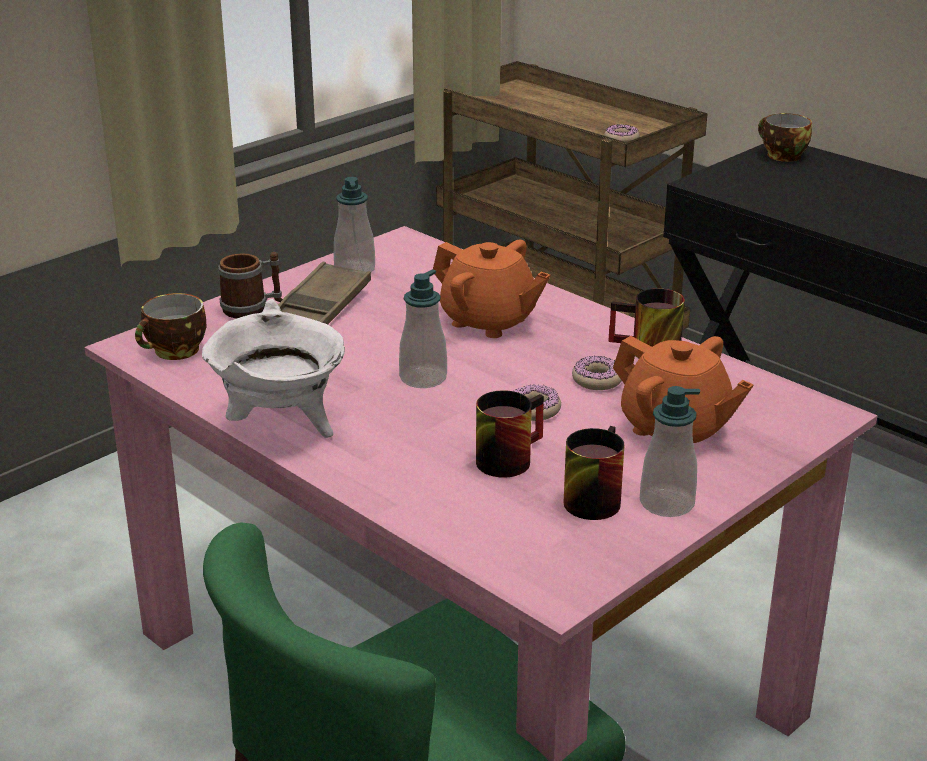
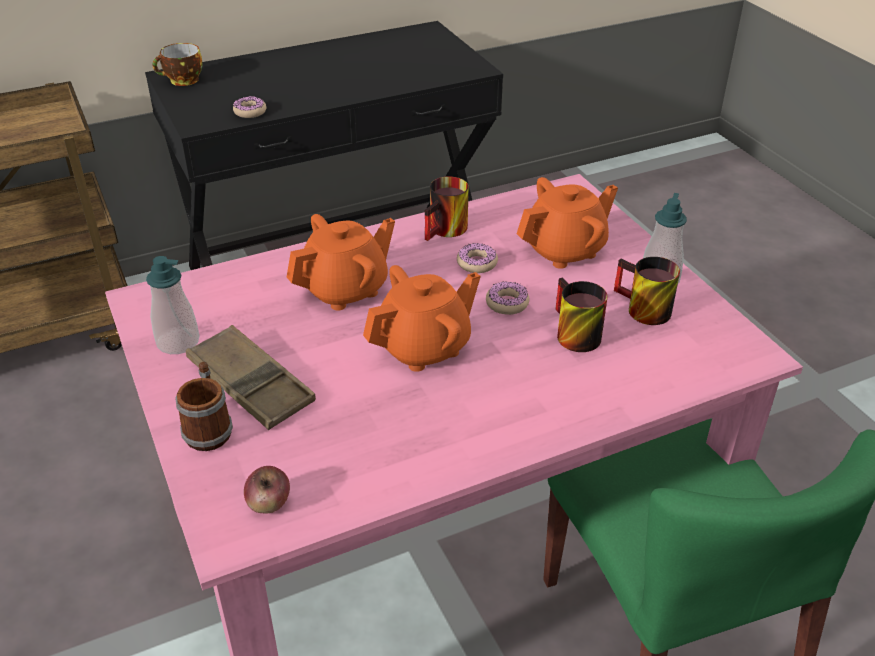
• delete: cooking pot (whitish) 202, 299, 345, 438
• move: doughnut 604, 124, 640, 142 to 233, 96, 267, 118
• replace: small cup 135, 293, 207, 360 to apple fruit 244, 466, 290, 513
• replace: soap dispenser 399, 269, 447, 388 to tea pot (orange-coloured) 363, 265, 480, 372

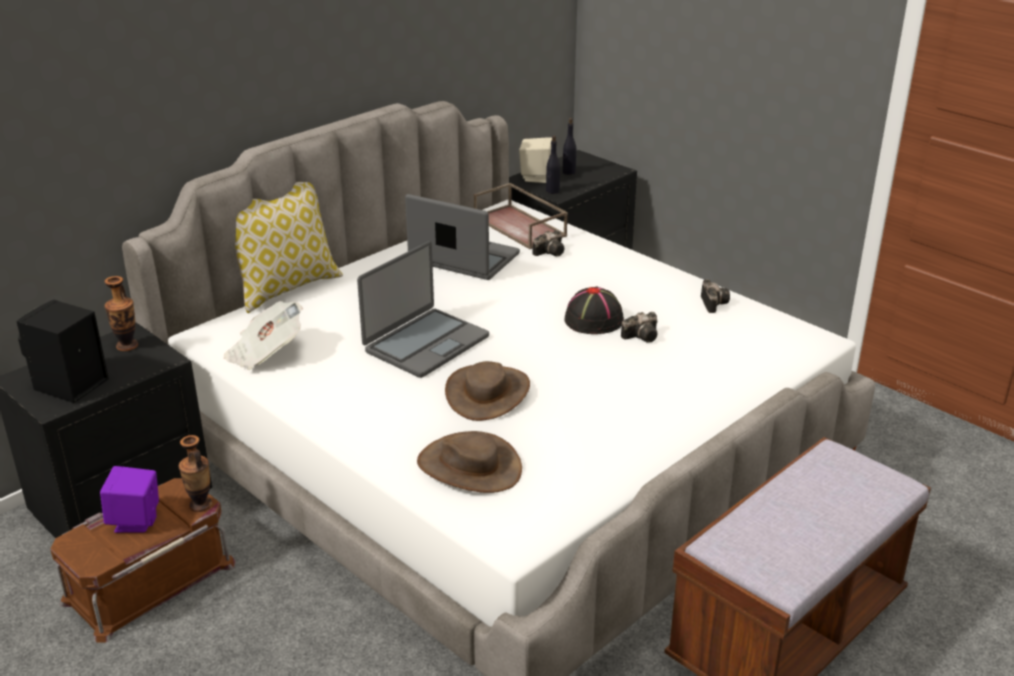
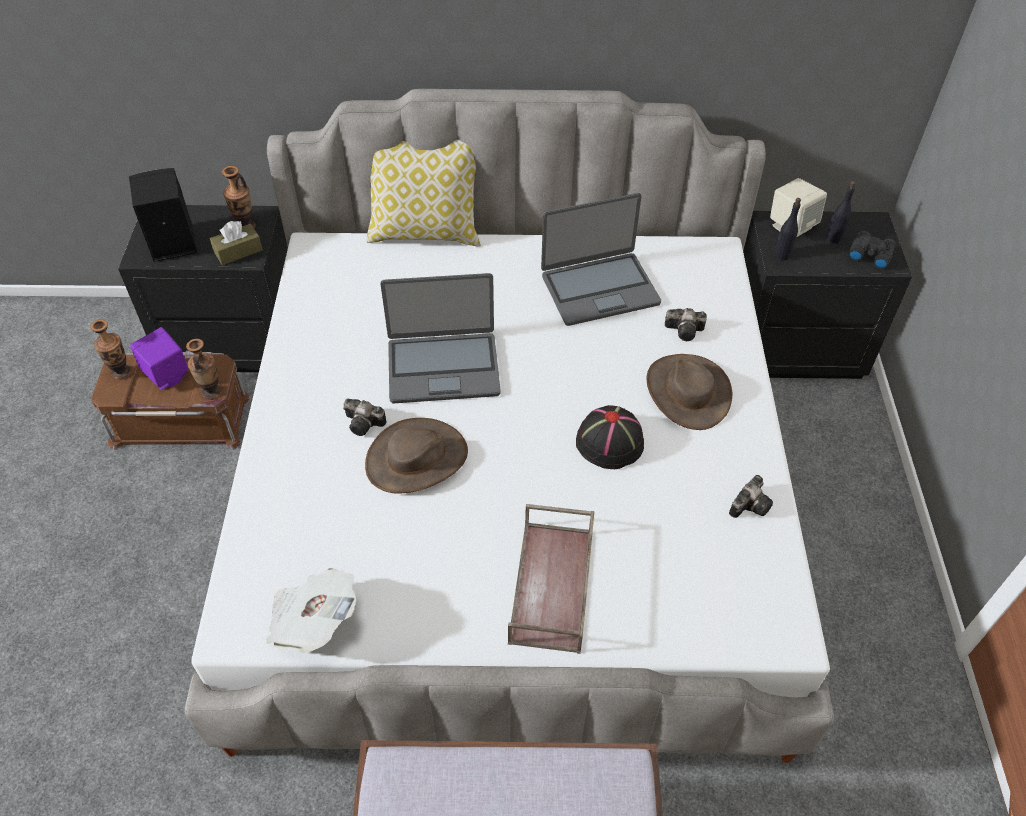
• insert: vase 90, 319, 132, 380
• insert: tissue box (brown) 210, 221, 263, 265
• insert: binoculars (blackish) 849, 231, 896, 269
• move: newspaper 224, 301, 303, 370 to 266, 568, 356, 653
• move: wearable hat (brown) 417, 431, 522, 493 to 647, 354, 732, 430
• move: serving tray (brown) 474, 183, 568, 249 to 508, 504, 595, 654
• move: photo camera 621, 312, 658, 343 to 343, 399, 386, 436
• rotate: laptop 405, 194, 520, 280 = 541, 193, 661, 326 90 degrees clockwise

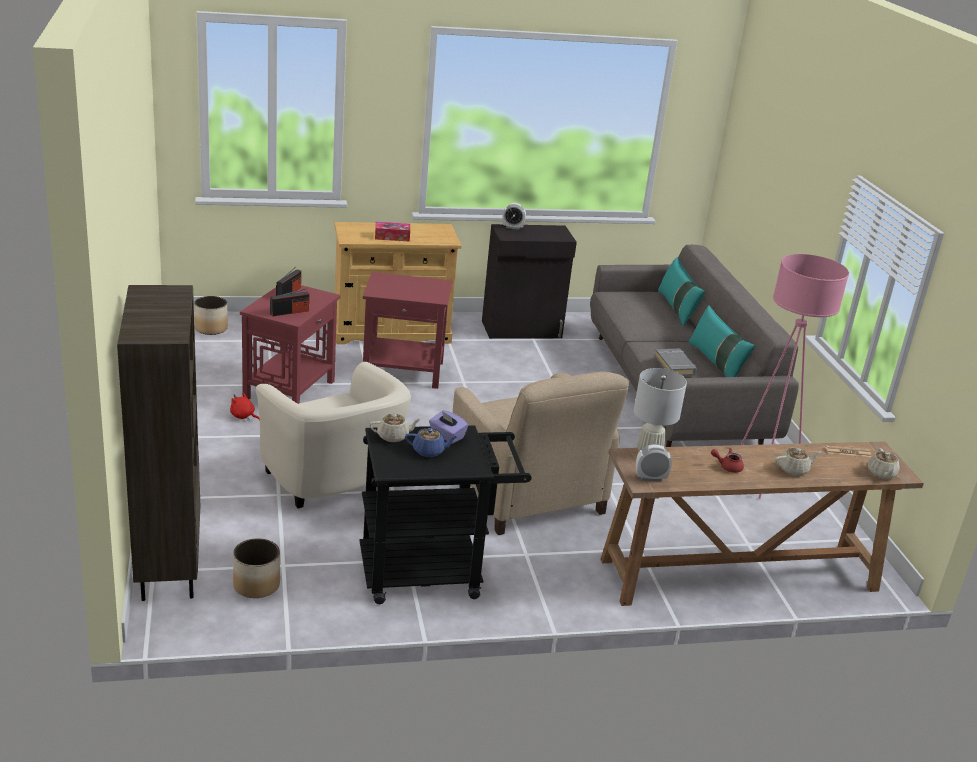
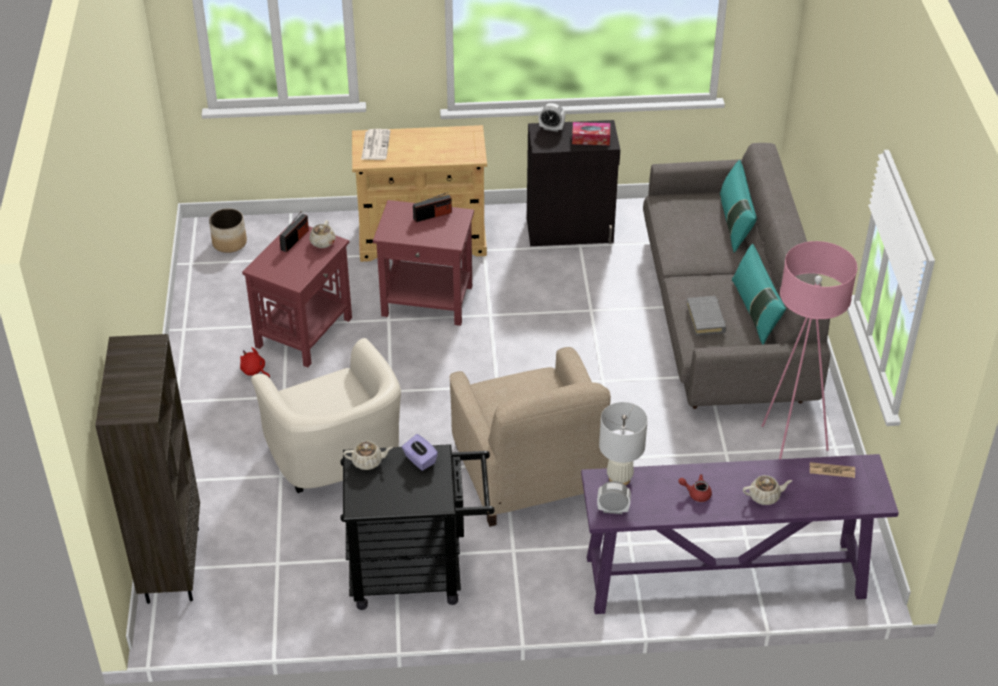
• delete: planter 233, 538, 280, 598
• delete: tea pot (blue-coloured) 405, 428, 458, 457
• insert: newspaper 361, 129, 390, 160
• move: radio set 270, 289, 309, 317 to 413, 192, 452, 222
• move: tissue box 375, 222, 410, 242 to 572, 122, 610, 145
• move: tea pot (beige) 868, 448, 900, 479 to 309, 220, 336, 248
• recolor: console table (brown) 600, 441, 924, 606 to console table (purplish) 581, 454, 899, 614

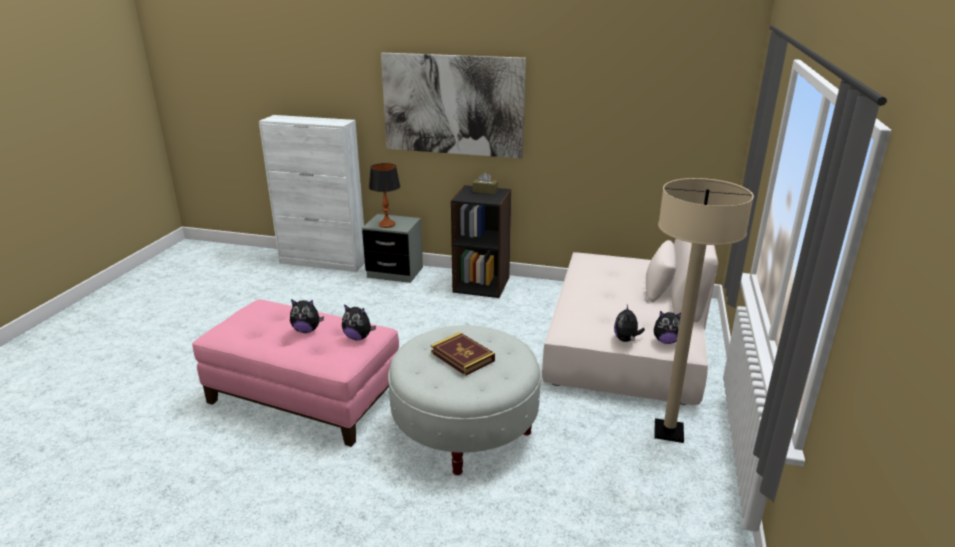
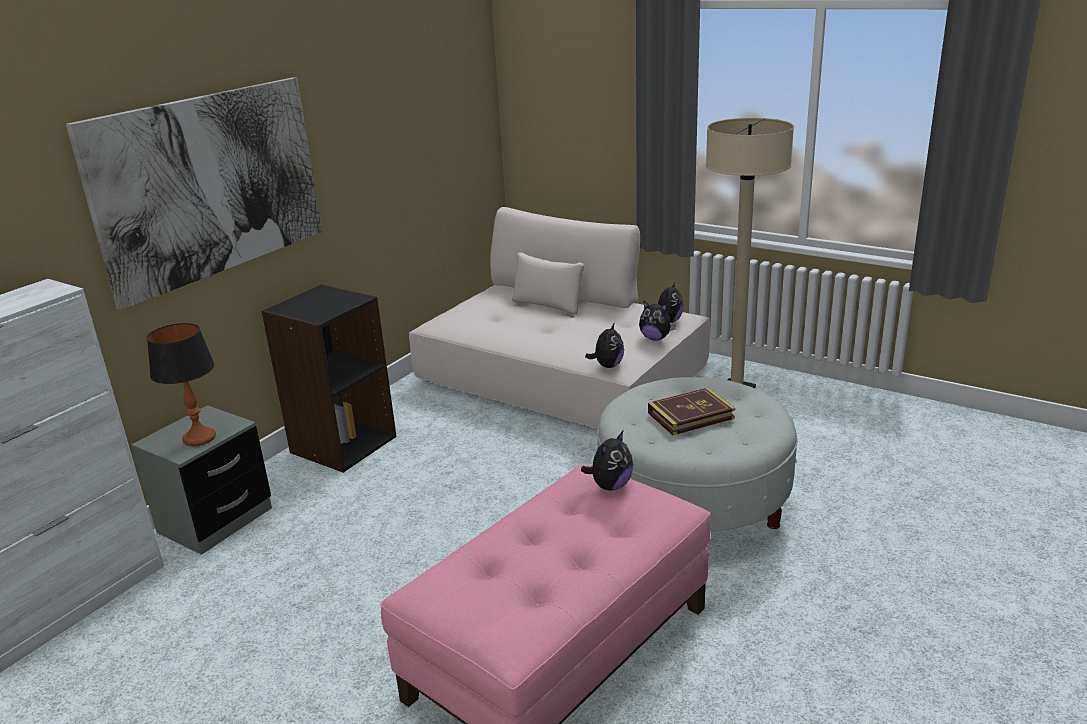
• delete: tissue box (brown) 472, 173, 498, 194
• move: cuddly toy 290, 299, 324, 333 to 585, 322, 624, 368

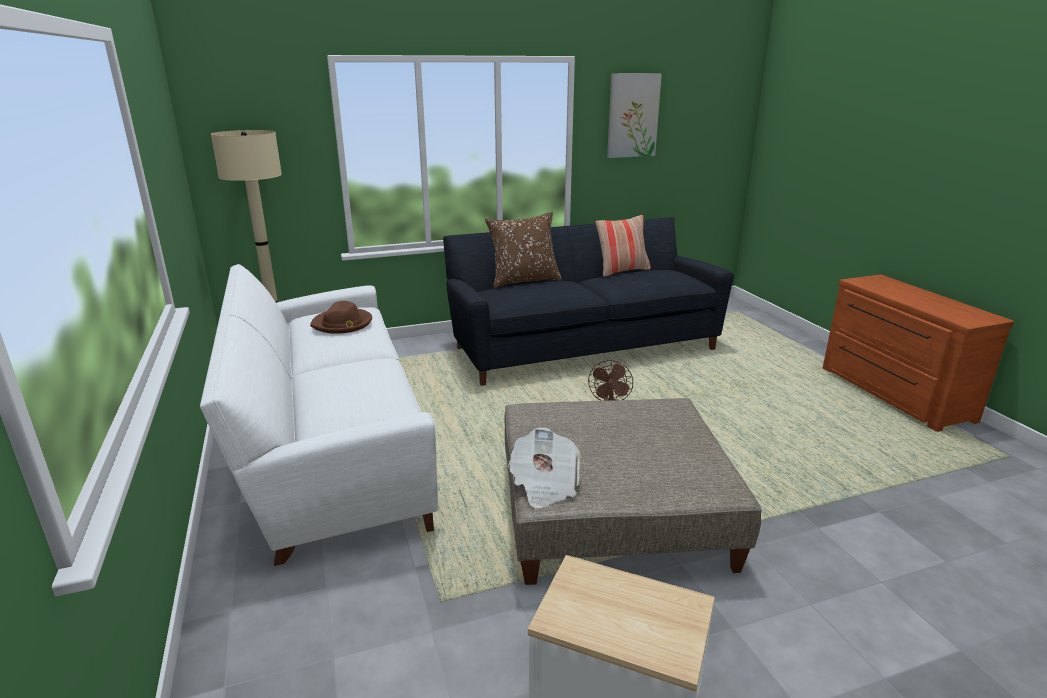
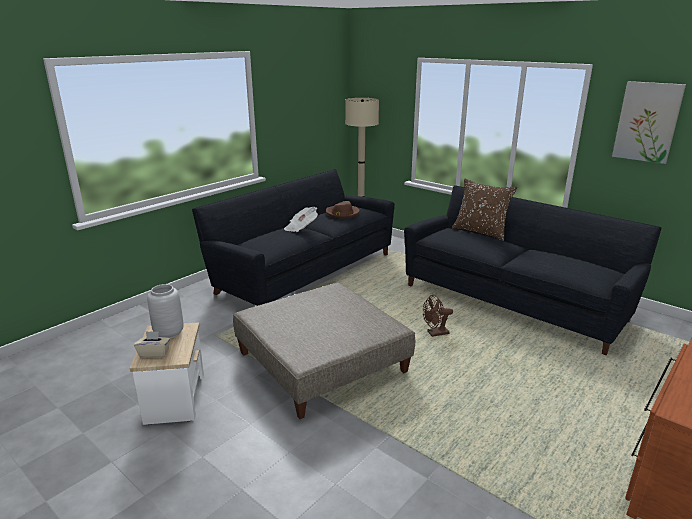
• delete: pillow 596, 215, 651, 277
• insert: tissue box (beige) 134, 331, 171, 358
• insert: vase (grey) 147, 284, 184, 339
• move: newspaper 508, 427, 581, 508 to 284, 207, 318, 232
• recolor: settee (whitish) 200, 264, 438, 566 to settee (blackish) 192, 169, 395, 306

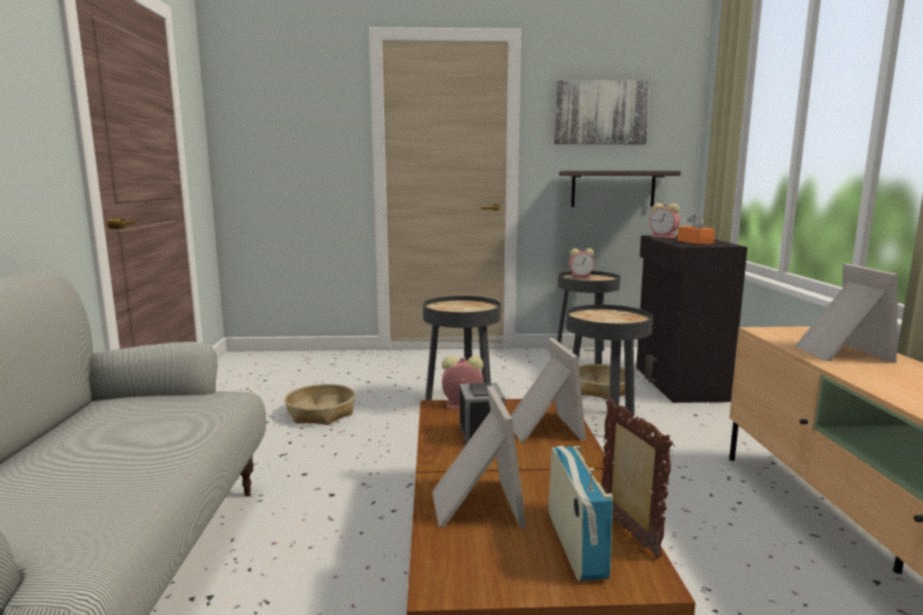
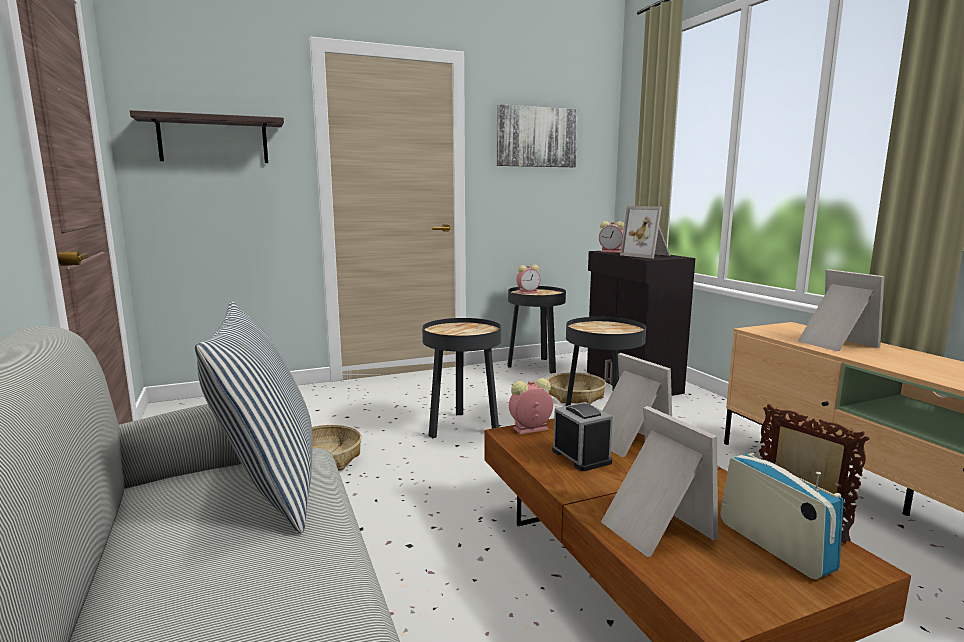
• insert: pillow 195, 301, 313, 533
• move: wall shelf 559, 171, 681, 207 to 130, 110, 284, 163
• replace: tissue box (orange-coloured) 677, 213, 715, 244 to photo frame 620, 206, 670, 259

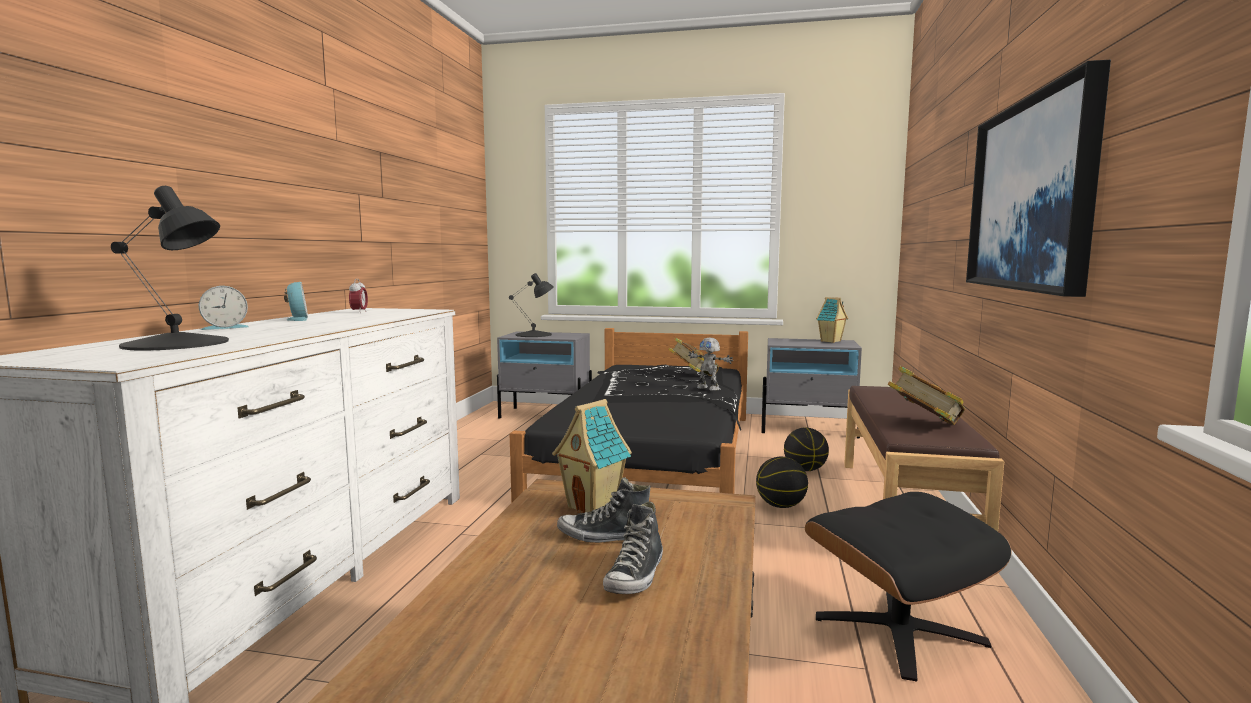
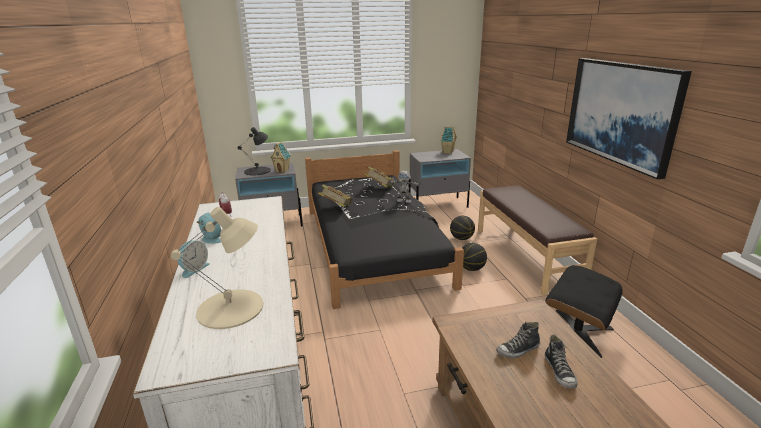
• move: miniature house 552, 399, 632, 513 to 270, 141, 291, 173
• move: volume 888, 366, 965, 425 to 318, 185, 353, 207
• recolor: table lamp (blackish) 111, 186, 229, 350 to table lamp (beige) 171, 207, 263, 329

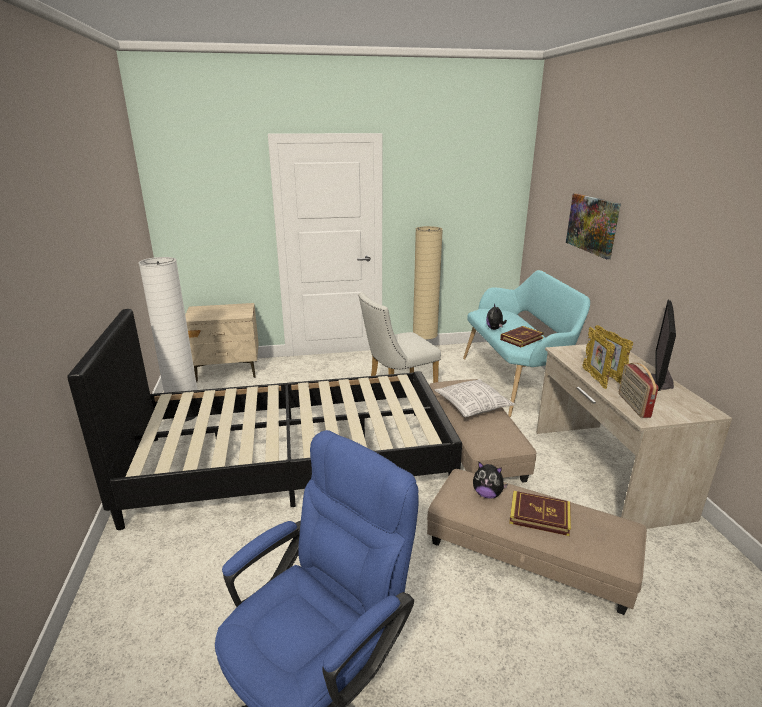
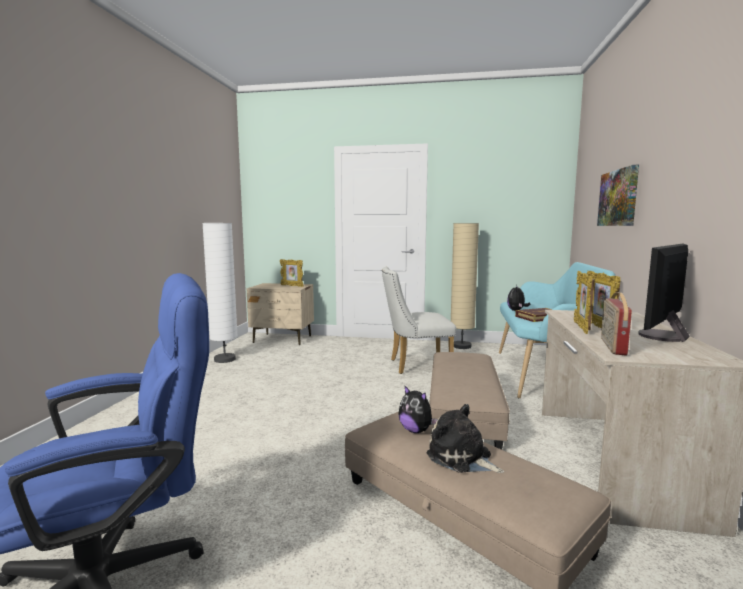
• delete: bed (blackish) 67, 309, 462, 530
• delete: pillow 434, 379, 515, 417
• insert: photo frame 280, 259, 303, 287
• replace: volume 509, 491, 571, 536 to cuddly toy 427, 404, 504, 473

